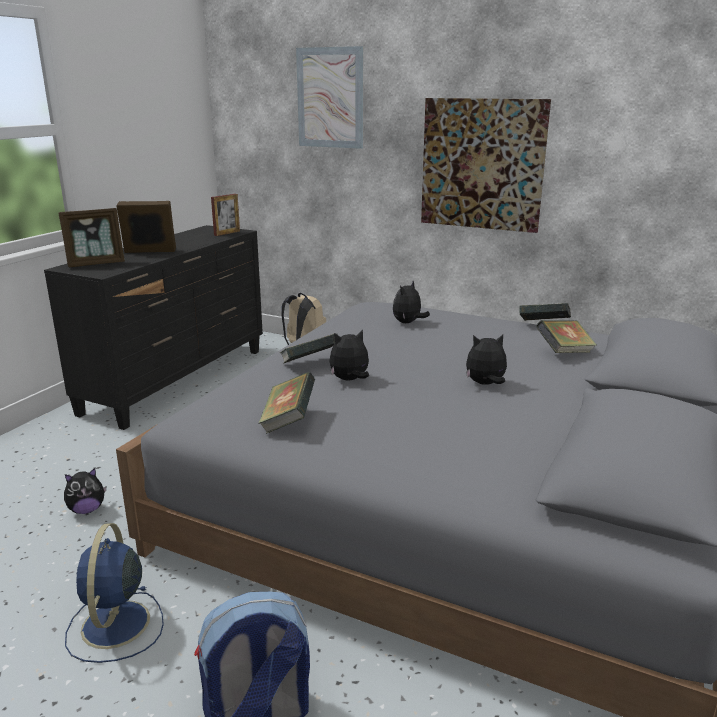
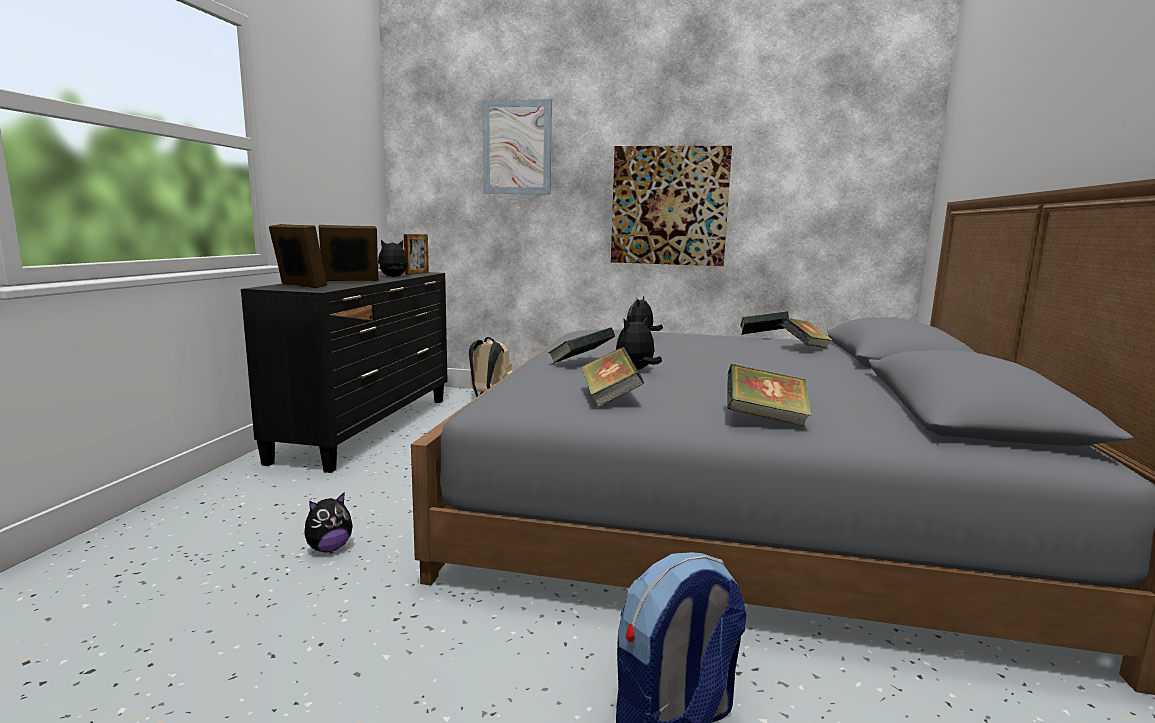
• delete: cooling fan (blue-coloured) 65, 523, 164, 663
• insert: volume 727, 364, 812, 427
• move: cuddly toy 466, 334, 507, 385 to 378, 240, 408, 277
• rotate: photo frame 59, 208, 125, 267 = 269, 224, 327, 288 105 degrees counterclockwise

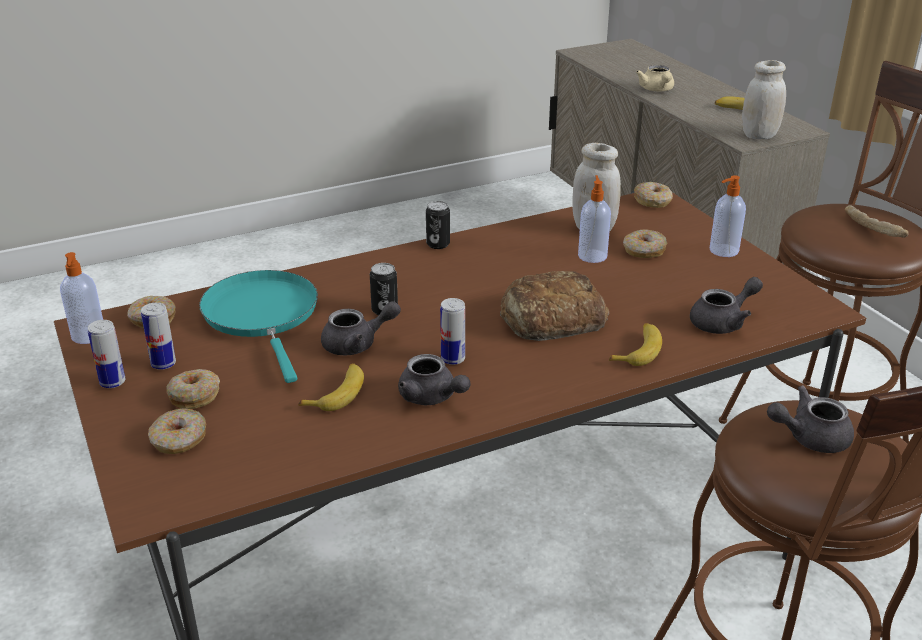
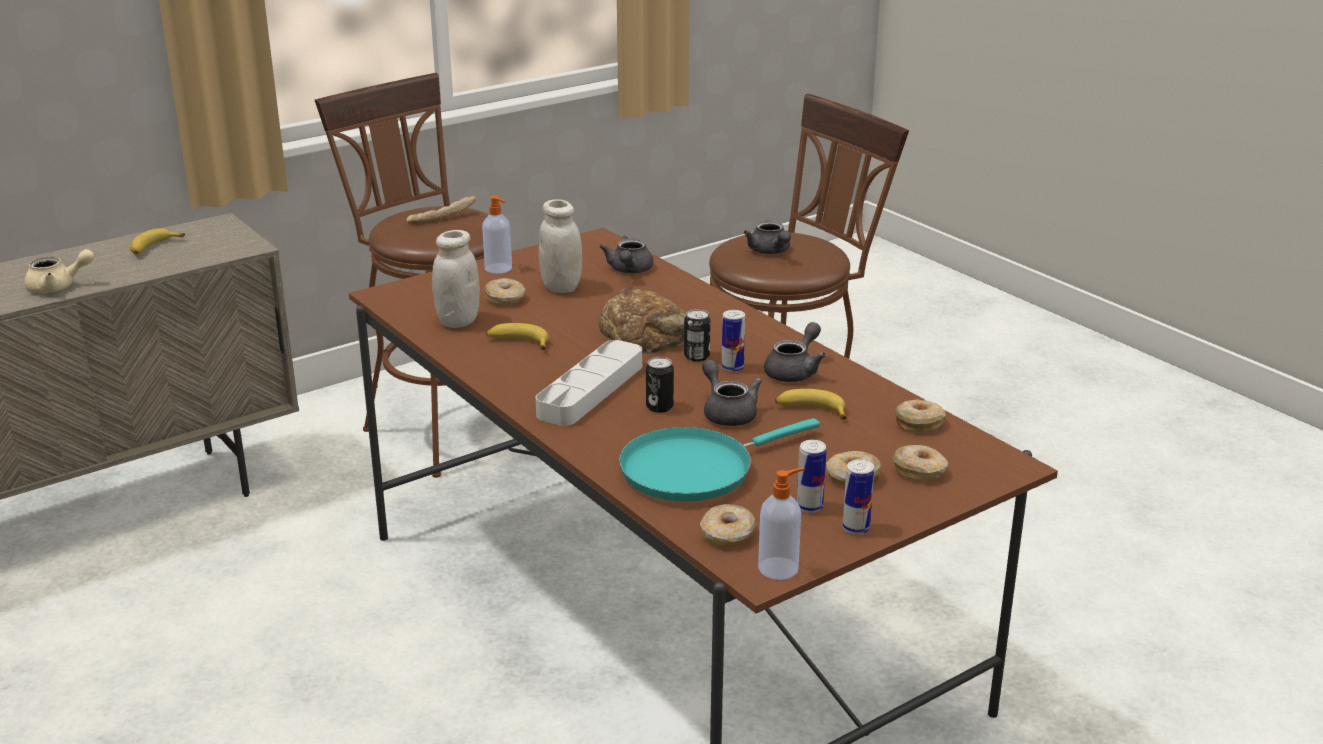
• delete: soap dispenser 578, 175, 611, 263
• insert: serving tray (grey) 536, 340, 642, 426
• move: can 426, 201, 450, 249 to 684, 309, 711, 361
• move: banana fruit 609, 323, 662, 366 to 486, 323, 549, 350
• move: doughnut 634, 182, 673, 208 to 895, 399, 946, 433
• move: preserve jar (whitish) 742, 60, 786, 139 to 539, 199, 582, 293
• rotate: tea pot (grey) 690, 277, 763, 334 = 600, 239, 653, 273 135 degrees counterclockwise

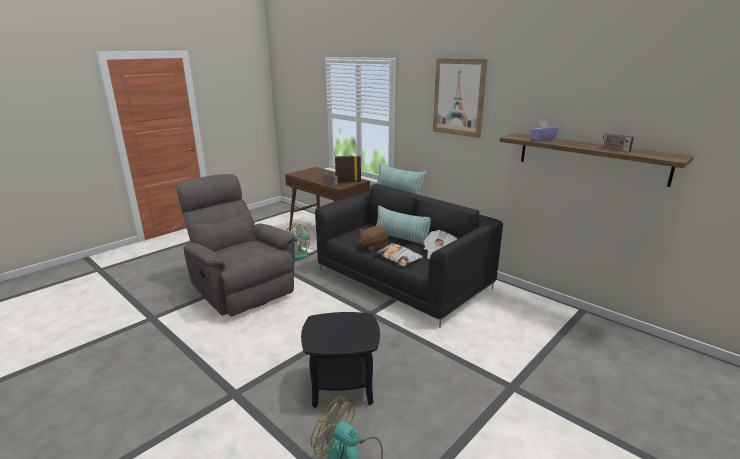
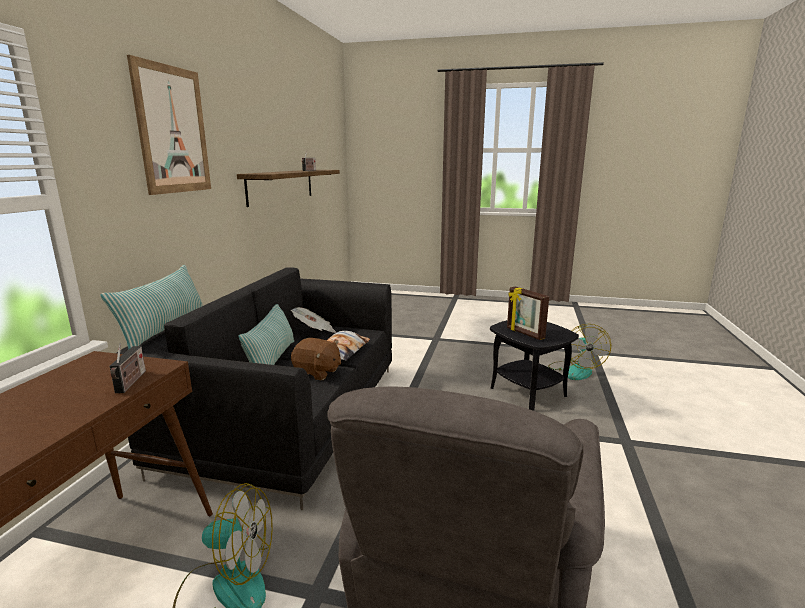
• delete: tissue box (purplish) 530, 120, 558, 141
• move: photo frame 335, 155, 361, 182 to 507, 287, 549, 340

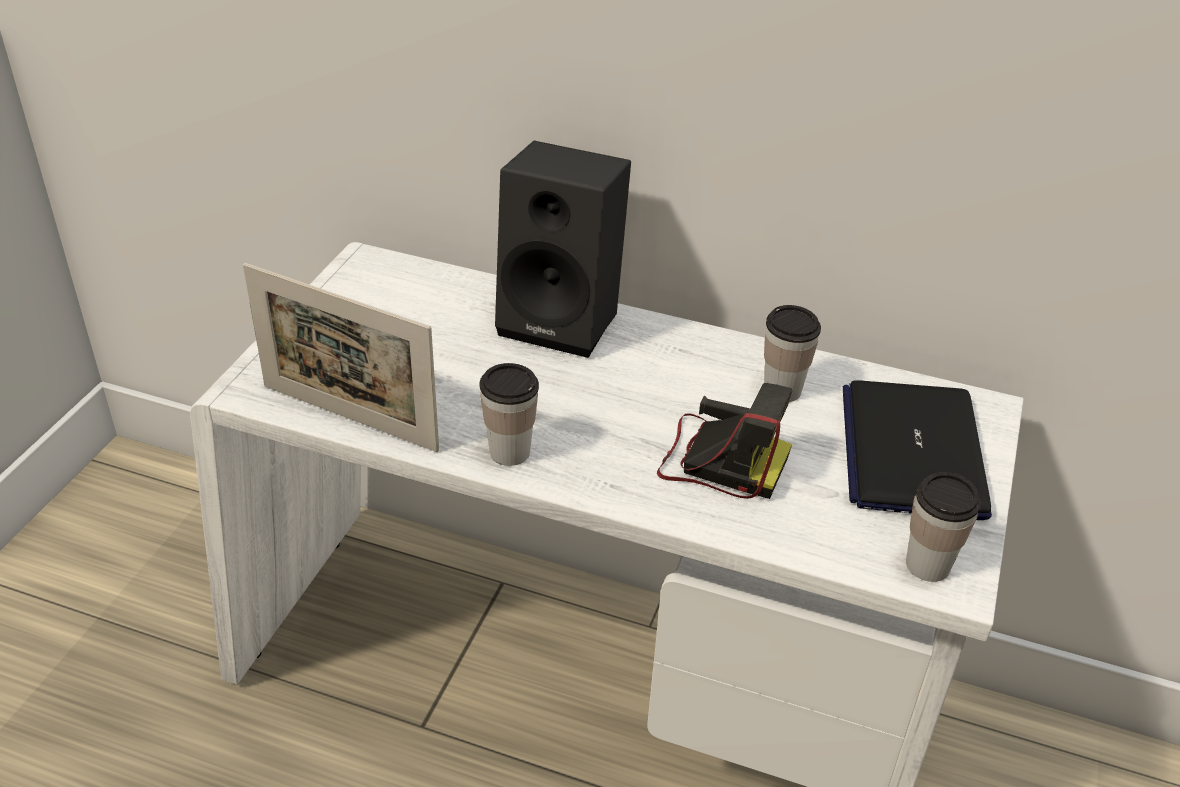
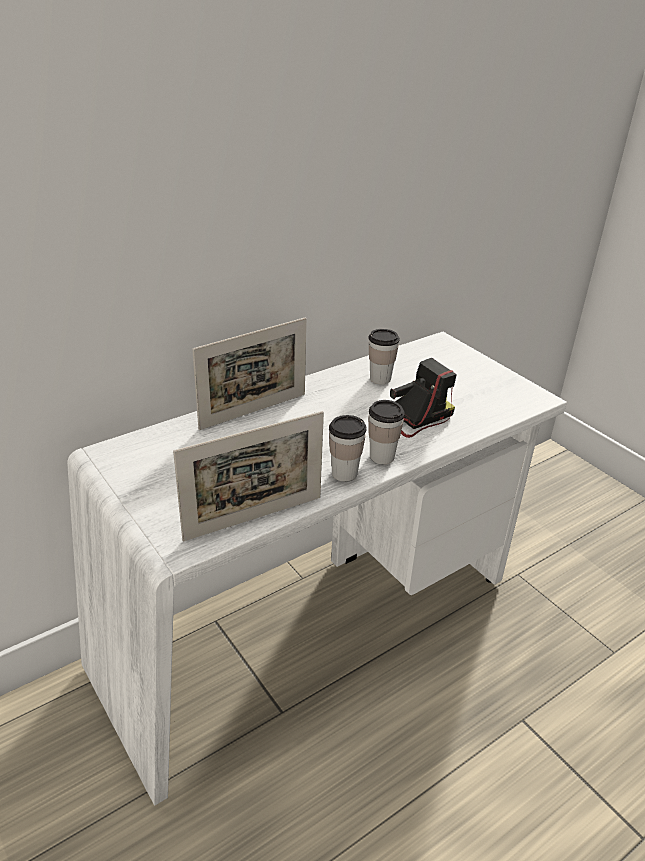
• delete: laptop 843, 380, 992, 520
• move: small cup 906, 472, 981, 582 to 368, 400, 405, 464
• replace: speaker (blackish) 495, 141, 631, 358 to photo frame 192, 317, 307, 430

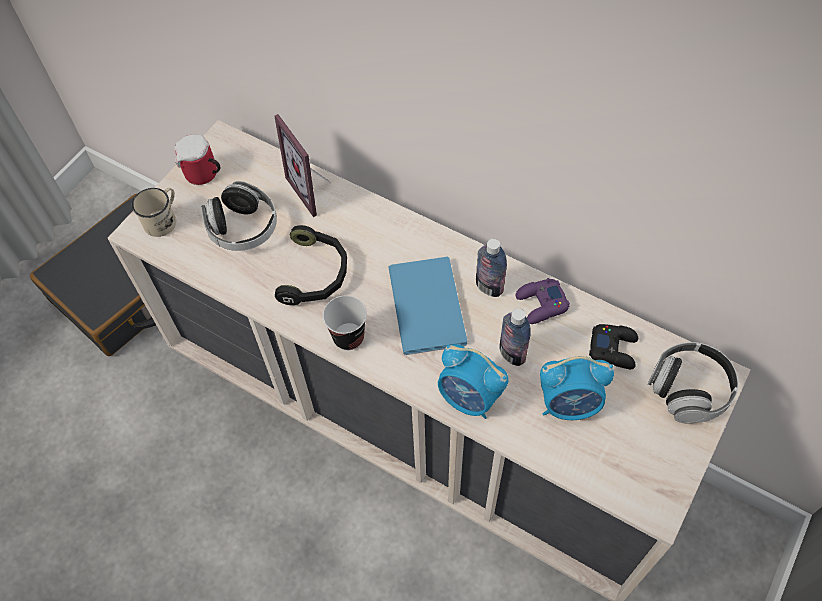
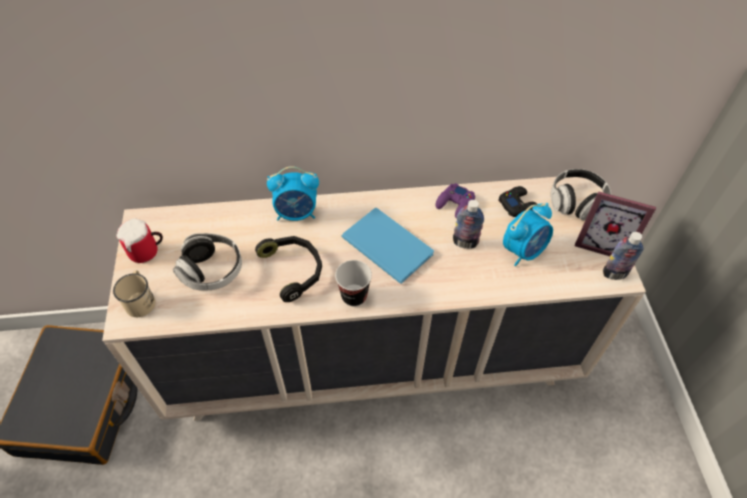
• move: photo frame 274, 114, 331, 217 to 575, 191, 656, 256
• move: table clock 438, 344, 508, 419 to 267, 166, 319, 221
• move: bottle 476, 239, 507, 297 to 603, 232, 644, 280

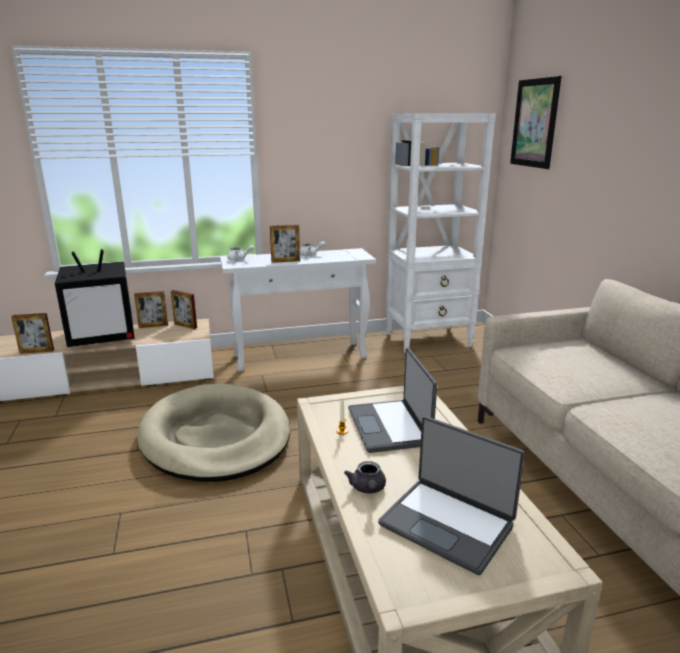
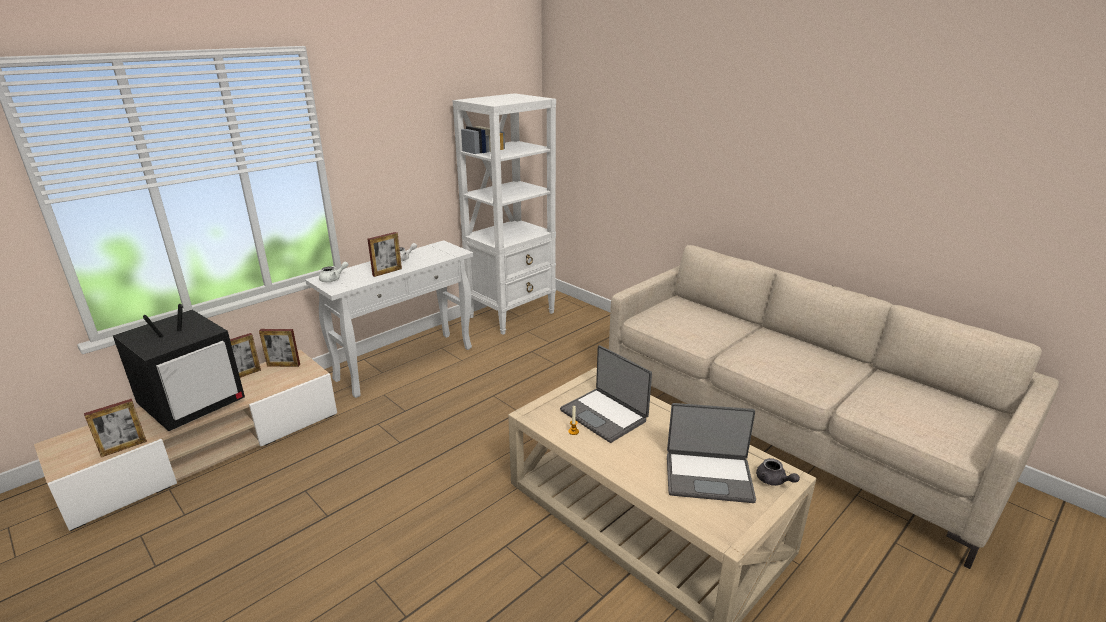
• delete: dog cushion (beige) 137, 383, 290, 482
• delete: wall art 510, 76, 562, 169
• move: tea pot (grey) 344, 461, 386, 493 to 756, 458, 800, 486

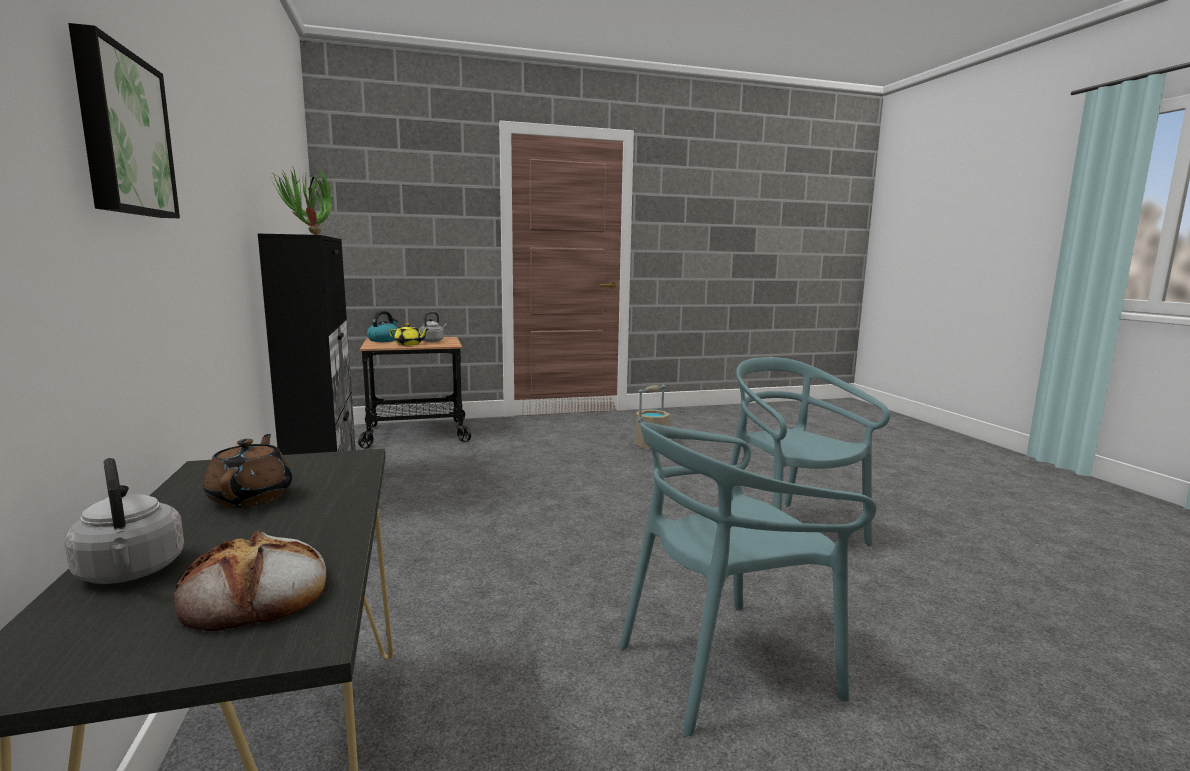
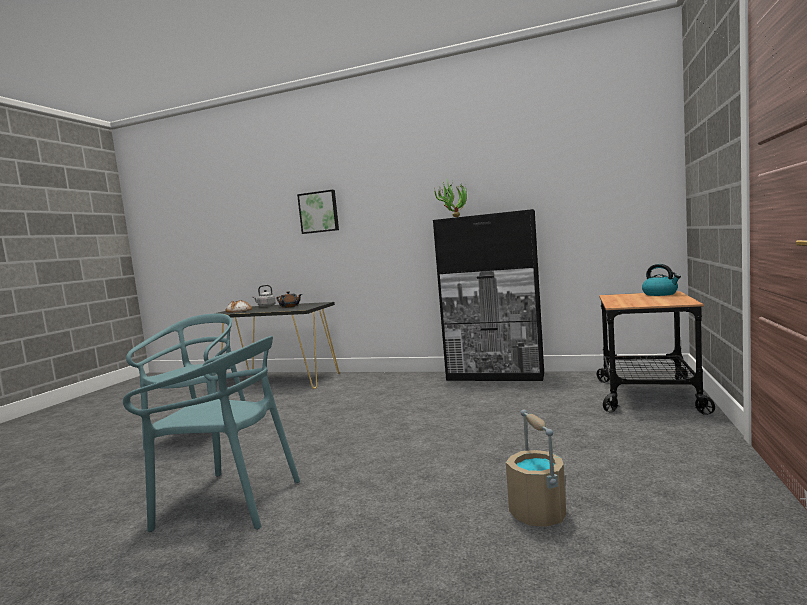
• delete: tea pot (yellow) 389, 323, 428, 346
• delete: tea kettle (grey) 419, 312, 447, 342

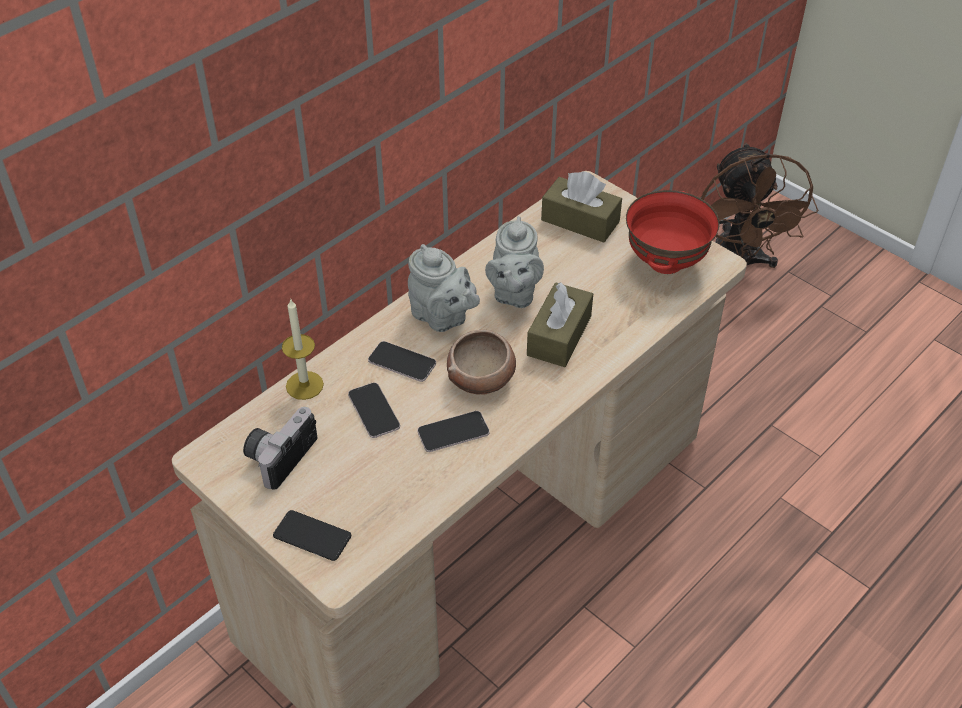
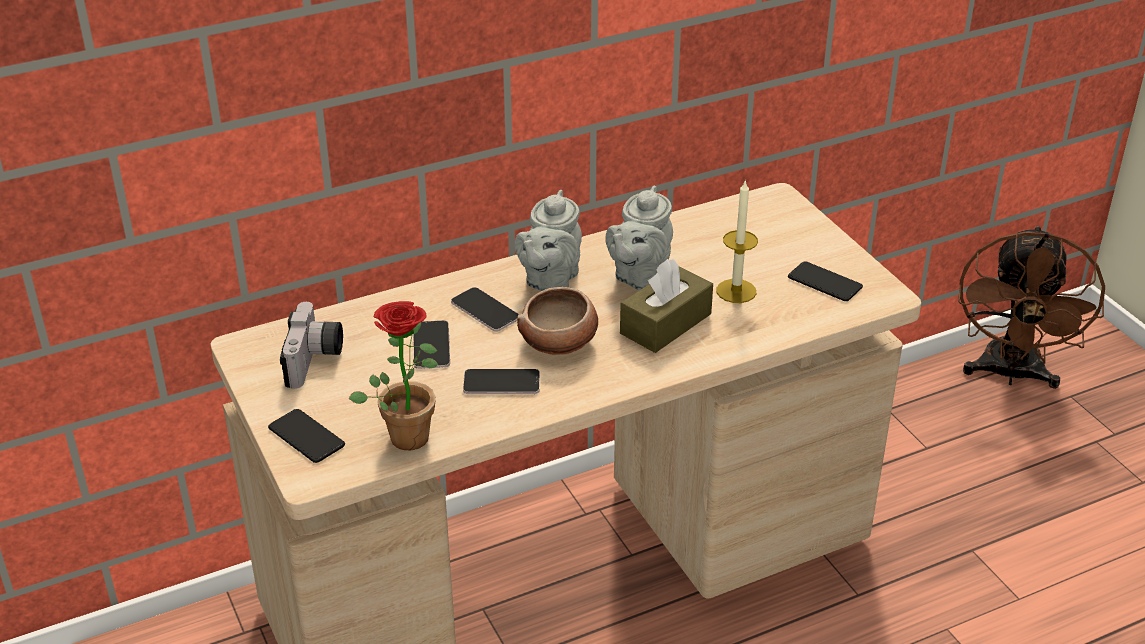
• delete: tissue box (brown) 541, 171, 622, 243
• insert: houseplant 349, 301, 438, 450
• move: candle 282, 298, 324, 400 to 716, 179, 758, 303
• replace: bowl (red-coloured) 626, 190, 719, 274 to handset 788, 261, 863, 301
• rotate: photo camera 243, 407, 318, 490 = 280, 302, 343, 389 135 degrees clockwise
• rotate: tea pot (grey) 408, 244, 480, 332 = 515, 190, 582, 291 45 degrees clockwise

